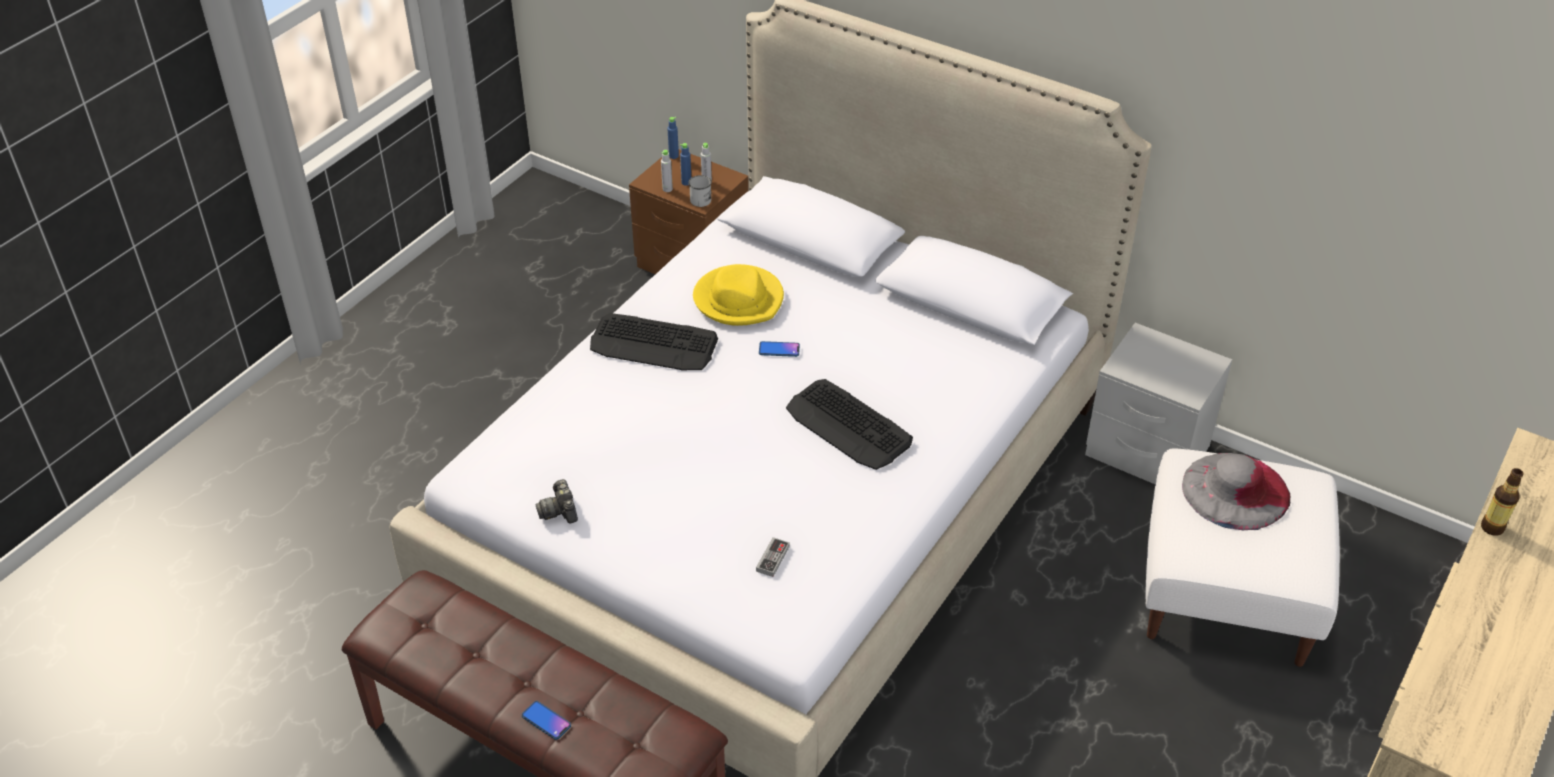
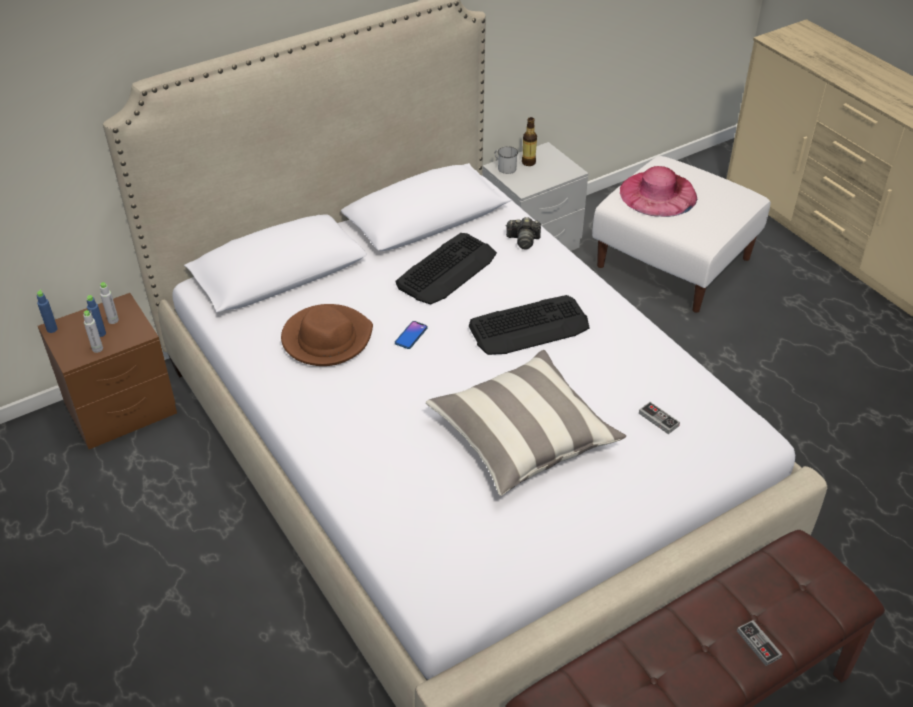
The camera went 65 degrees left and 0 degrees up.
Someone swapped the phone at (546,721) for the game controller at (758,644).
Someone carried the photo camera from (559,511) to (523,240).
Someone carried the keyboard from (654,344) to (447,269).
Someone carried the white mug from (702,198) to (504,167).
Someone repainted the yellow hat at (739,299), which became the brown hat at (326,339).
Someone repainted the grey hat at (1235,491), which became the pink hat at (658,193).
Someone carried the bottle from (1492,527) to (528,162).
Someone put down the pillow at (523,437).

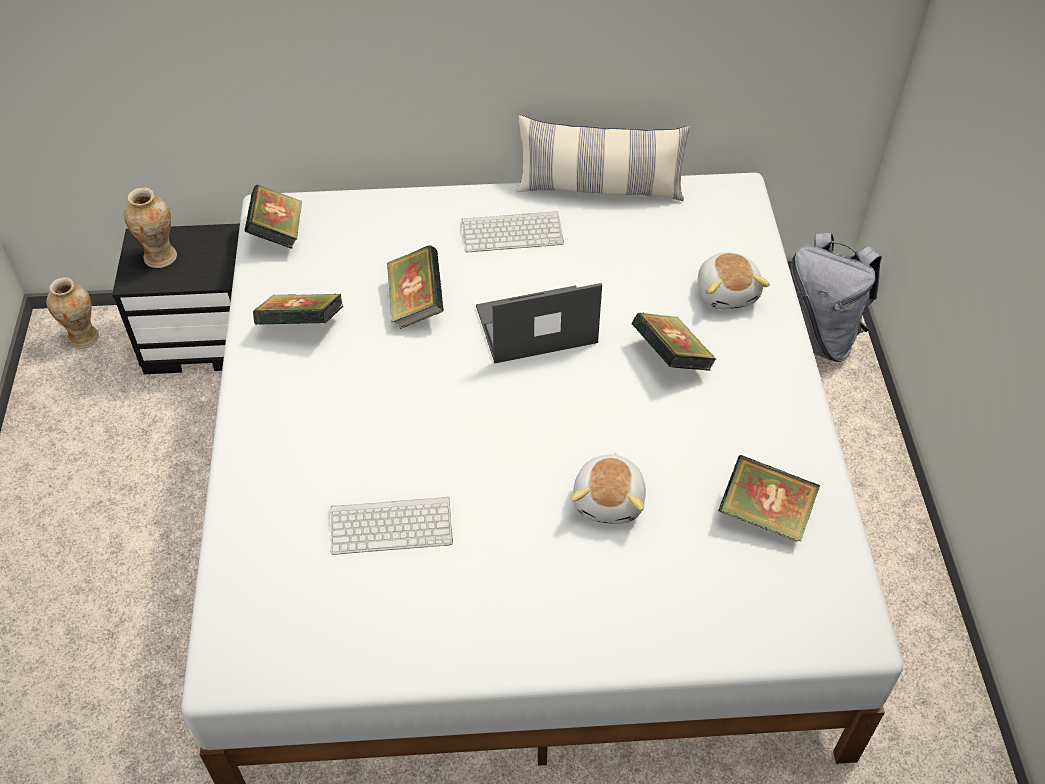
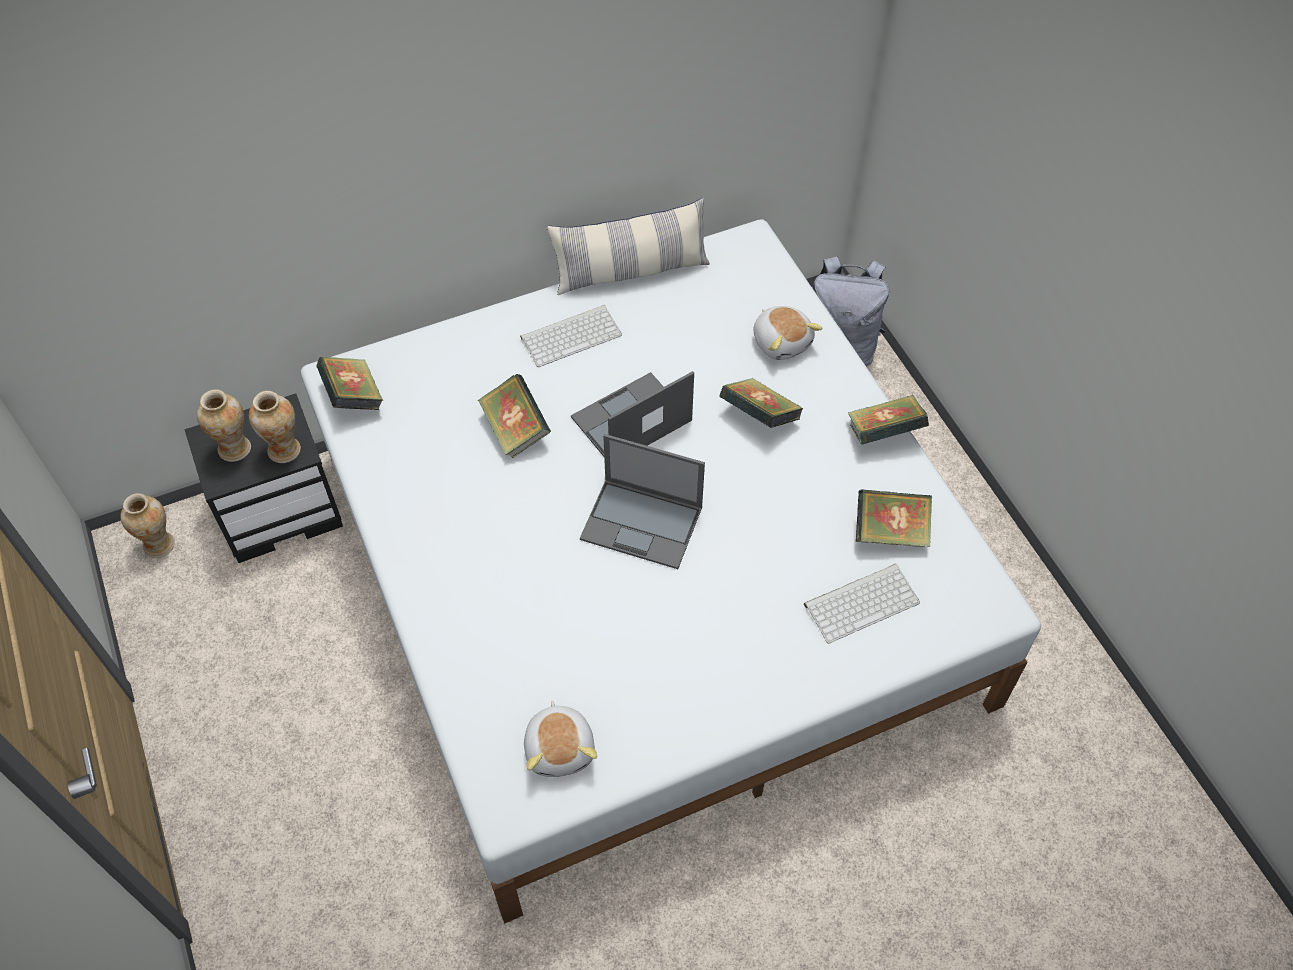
The camera went 20 degrees left and 5 degrees up.
Someone carried the book from (302,326) to (884,433).
Someone carried the keyboard from (393,524) to (862,601).
Someone carried the plush toy from (610,500) to (561,748).
Someone put down the vase at (285,450).
Someone put down the laptop at (643,523).

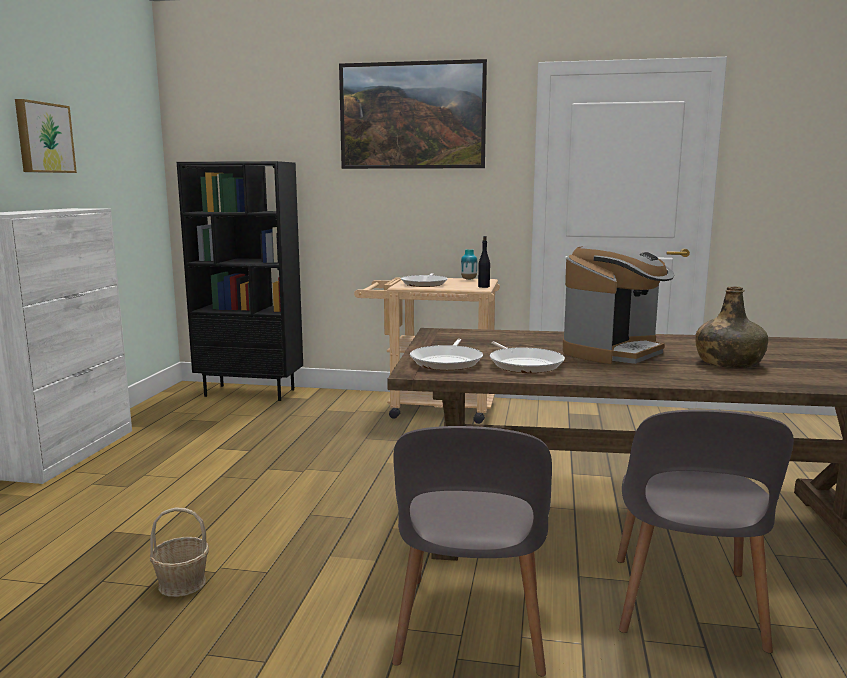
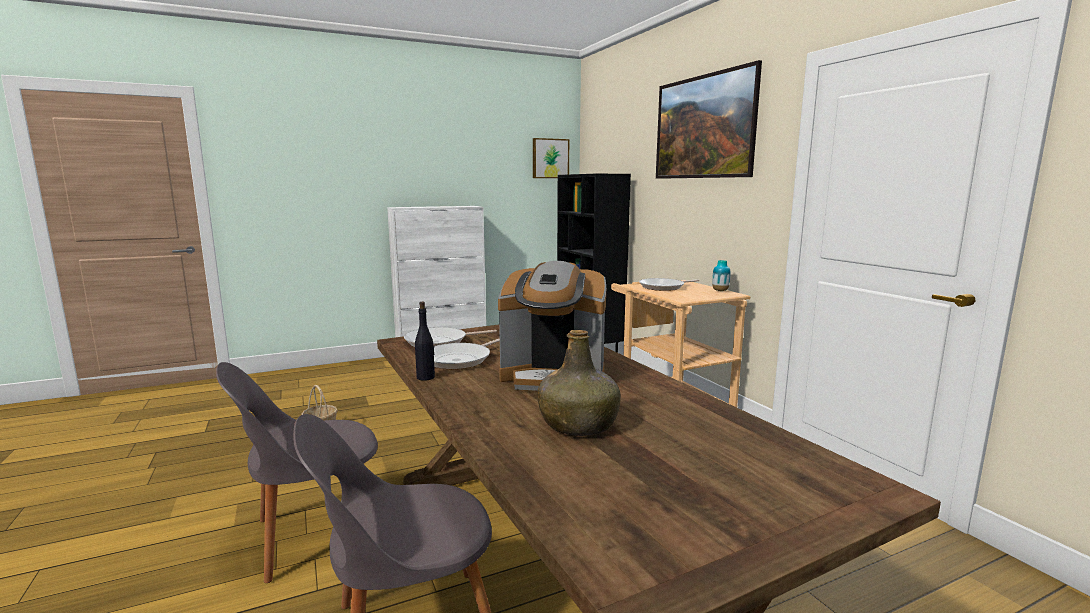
The camera went 55 degrees right and 0 degrees up.
Someone carried the picture from (43,138) to (550,158).
Someone carried the black bottle from (483,286) to (426,377).

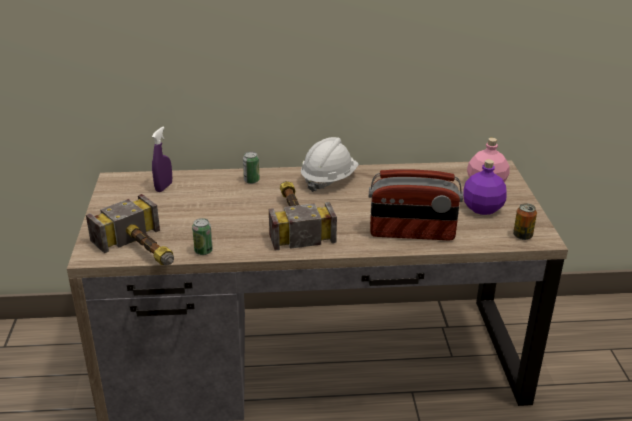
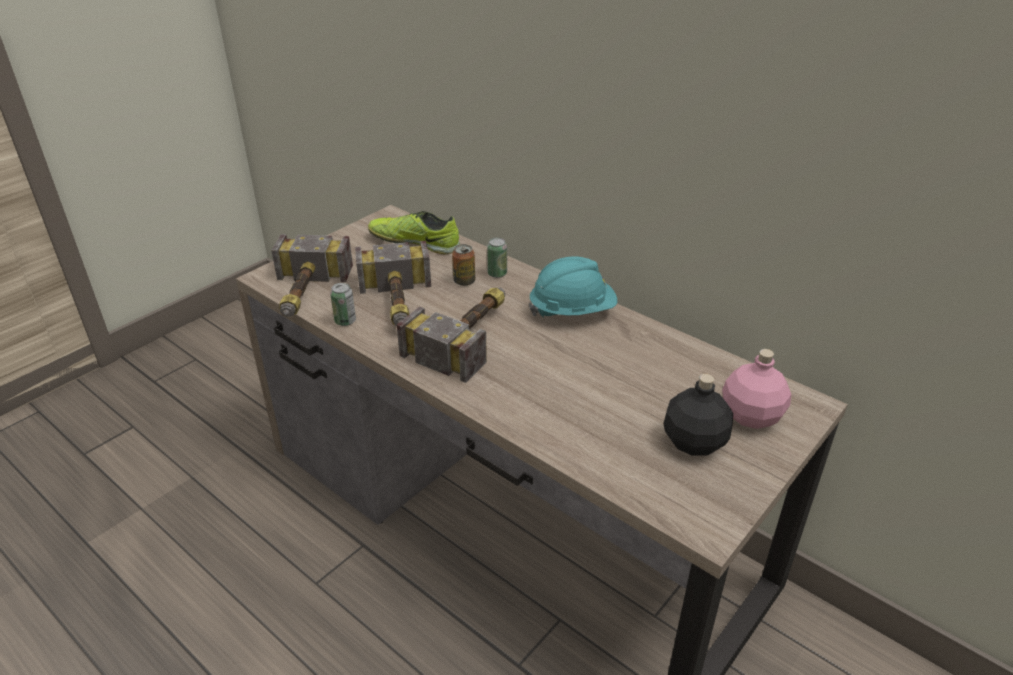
The camera went 45 degrees right and 5 degrees up.
Someone swapped the purple spray bottle at (164,187) for the shoe at (414,242).
Someone repainted the white hard hat at (328,180), which became the turquoise hard hat at (572,311).
Someone took away the radio at (412,233).
Someone repainted the purple bottle at (483,208), which became the black bottle at (694,443).
Someone carried the can from (522,236) to (464,281).
Someone put down the hammer at (397,304).

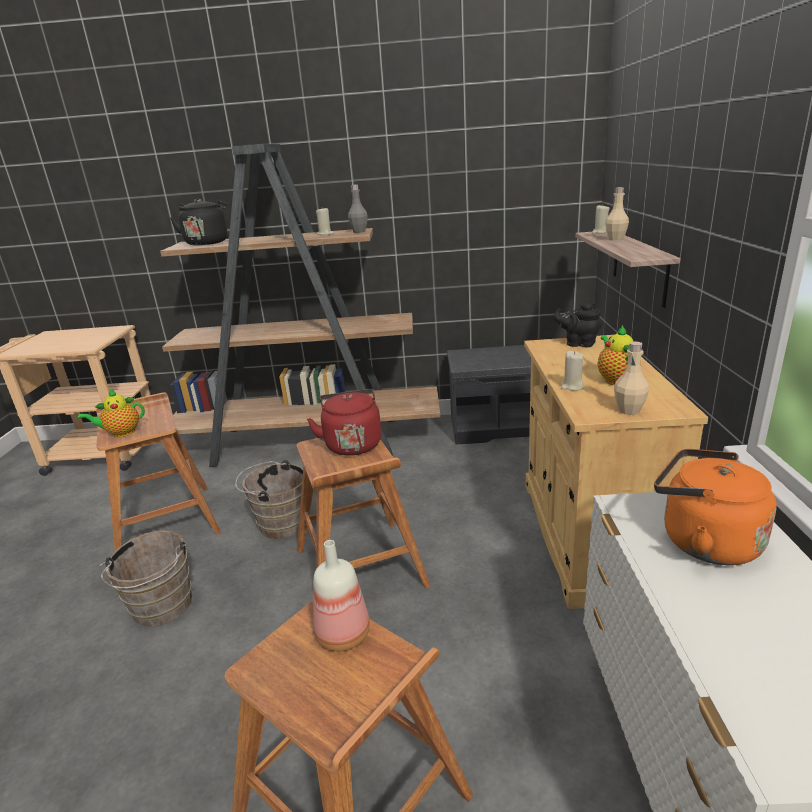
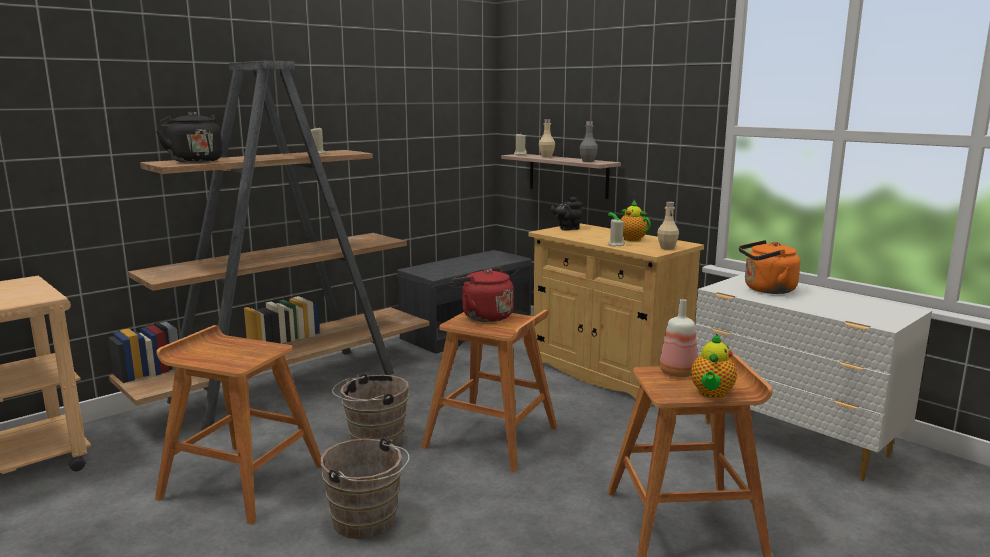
The camera went 45 degrees left and 10 degrees down.
Someone carried the teapot from (121,433) to (711,394).
Someone carried the grey bottle from (359,231) to (588,161).

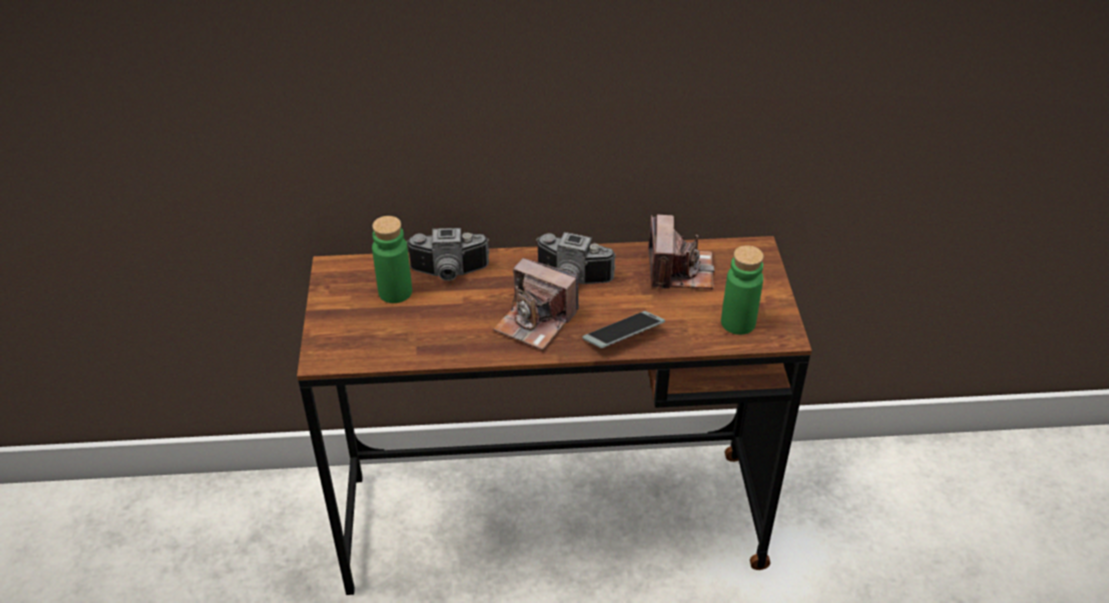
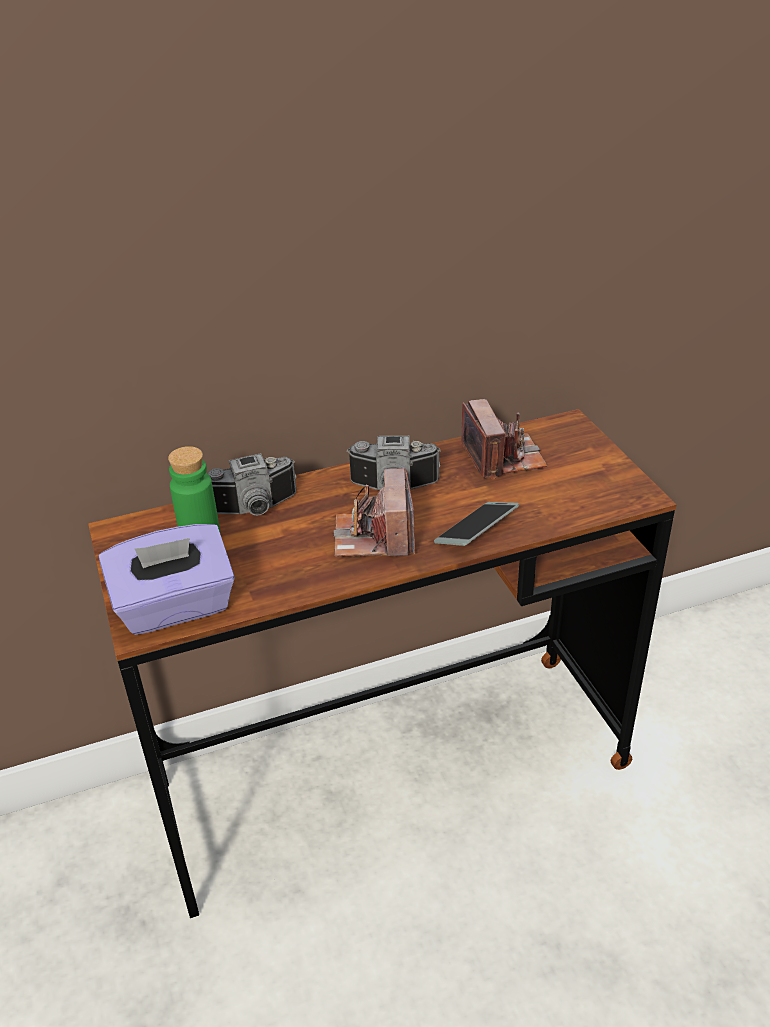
The camera went 15 degrees left and 5 degrees down.
Someone rotated the photo camera at (536,321) by 75 degrees clockwise.
Someone took away the green bottle at (738,323).
Someone put down the purple tissue box at (175,607).

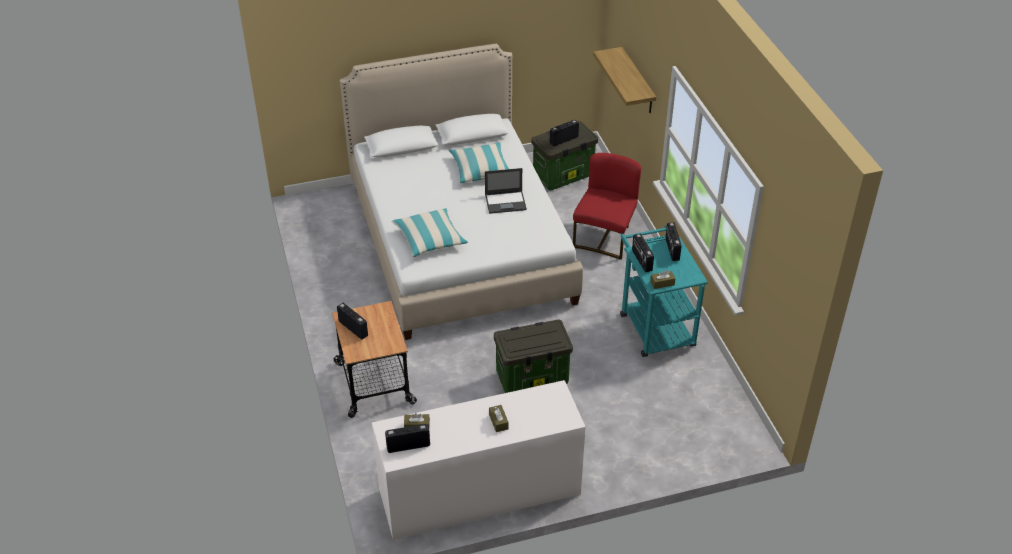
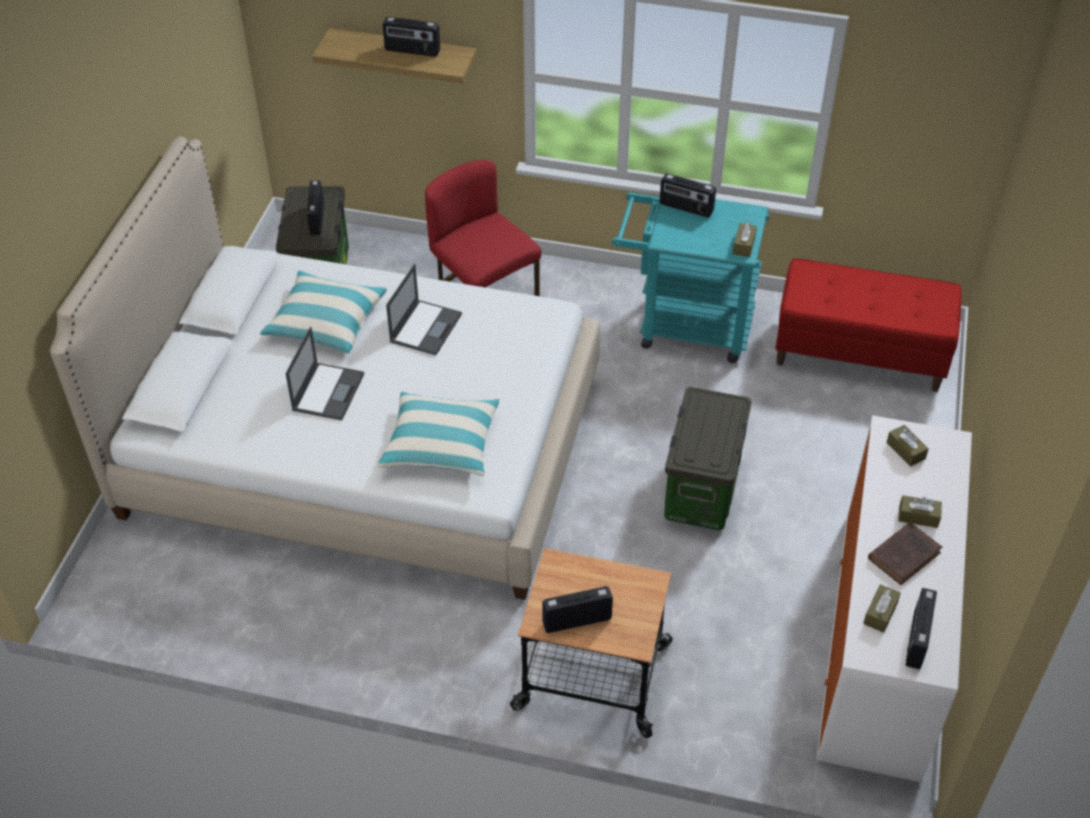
The camera went 60 degrees left and 5 degrees up.
Someone carried the radio from (641,261) to (412,51).
Someone put down the laptop at (328,391).
Someone put down the red bench at (860,353).
Someone put down the brown book at (905,555).
Someone put down the brown tissue box at (905,451).

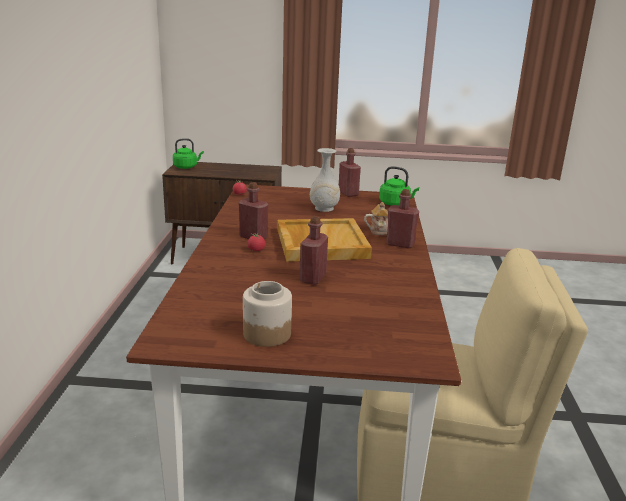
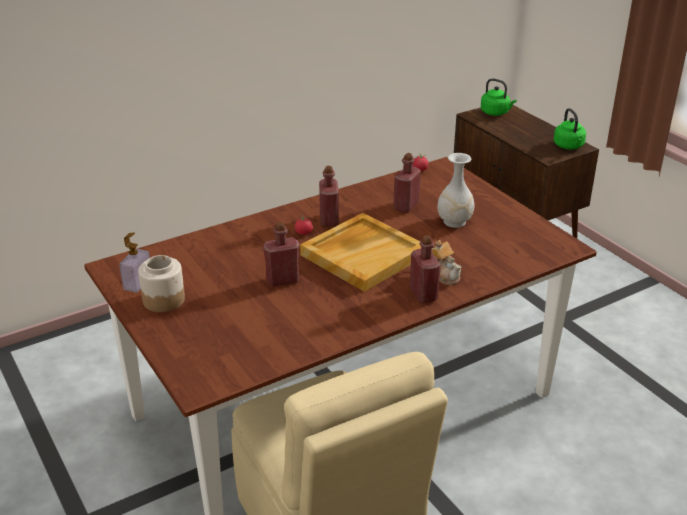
The camera went 55 degrees right and 10 degrees up.
Someone carried the red bottle from (348,193) to (406,206).
Someone carried the green kettle from (396,204) to (569,146).
Someone put down the soap dispenser at (138,283).

